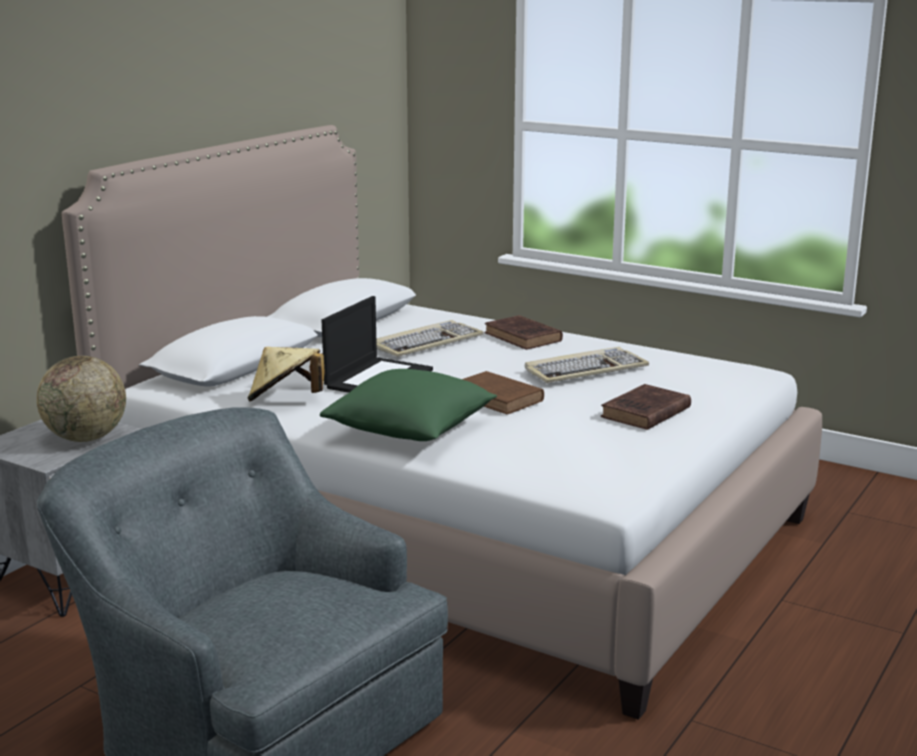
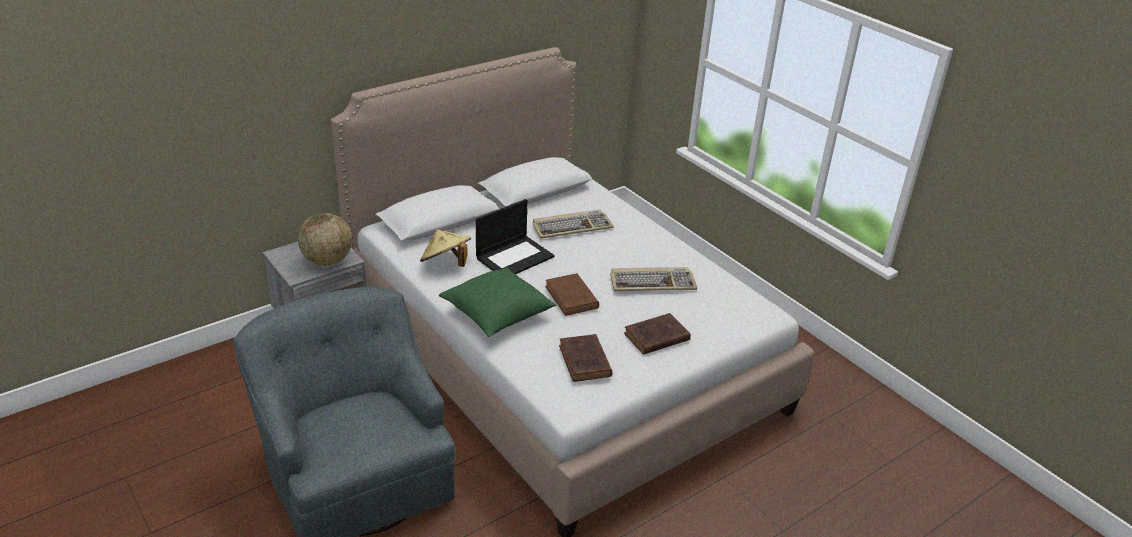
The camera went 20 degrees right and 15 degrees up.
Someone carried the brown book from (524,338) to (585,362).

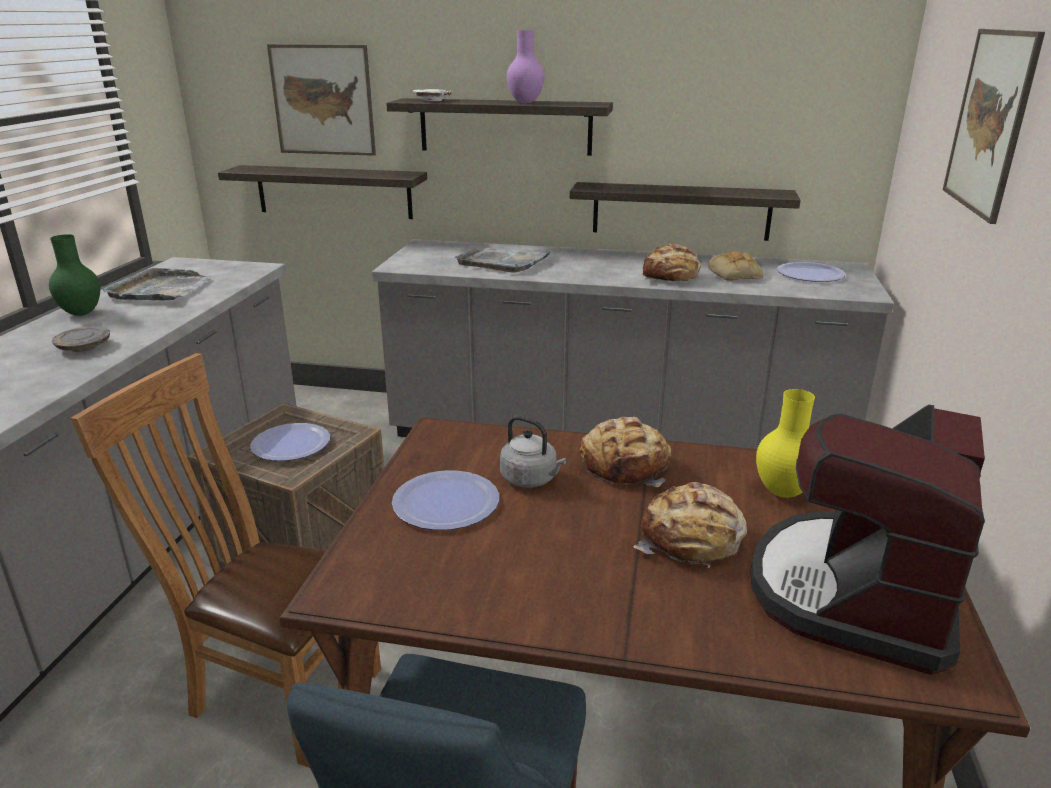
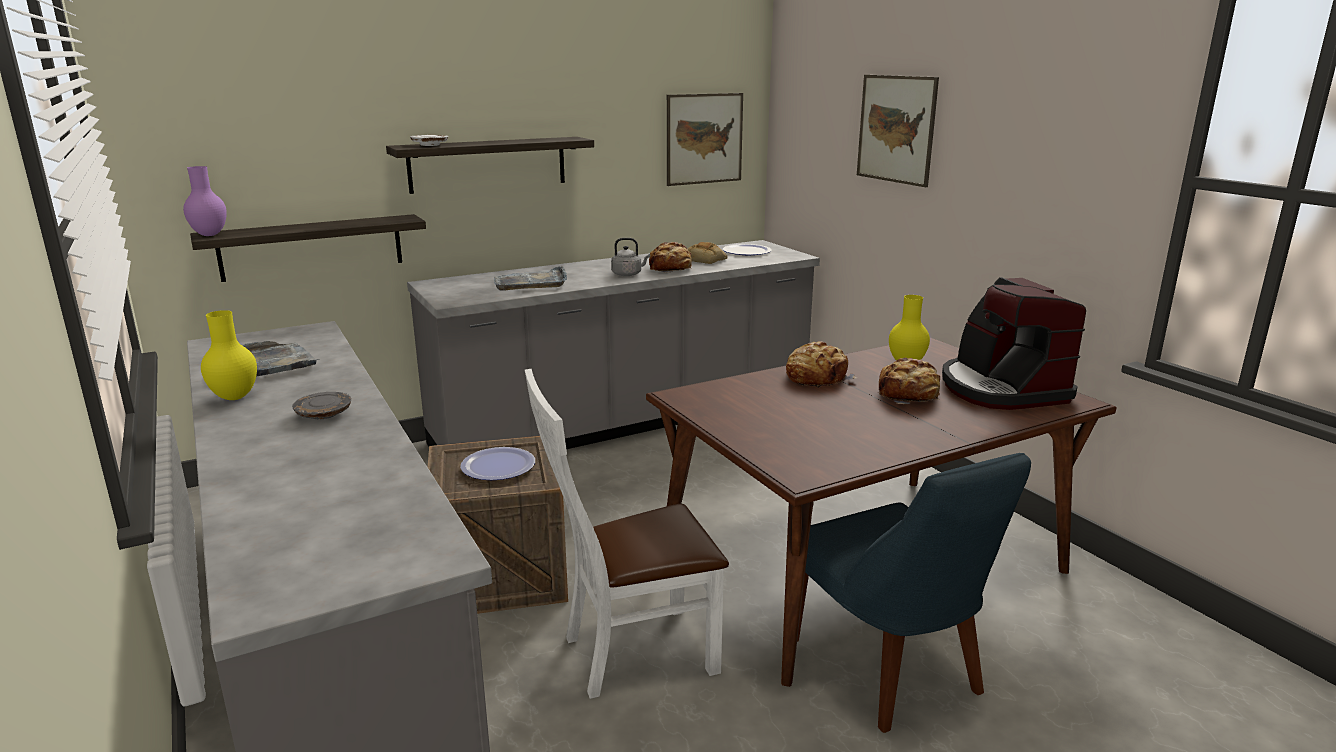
The camera went 40 degrees left and 5 degrees down.
Someone repainted the green vase at (82,313), which became the yellow vase at (234,397).
Someone repainted the brown chair at (276,691), which became the white chair at (630,653).
Someone carried the picture from (323,100) to (704,139).
Someone took away the plate at (445,502).
Someone carried the grey kettle from (531,479) to (628,274).
Someone carried the purple vase from (525,102) to (209,234).
Someone took away the shelf at (681,211).

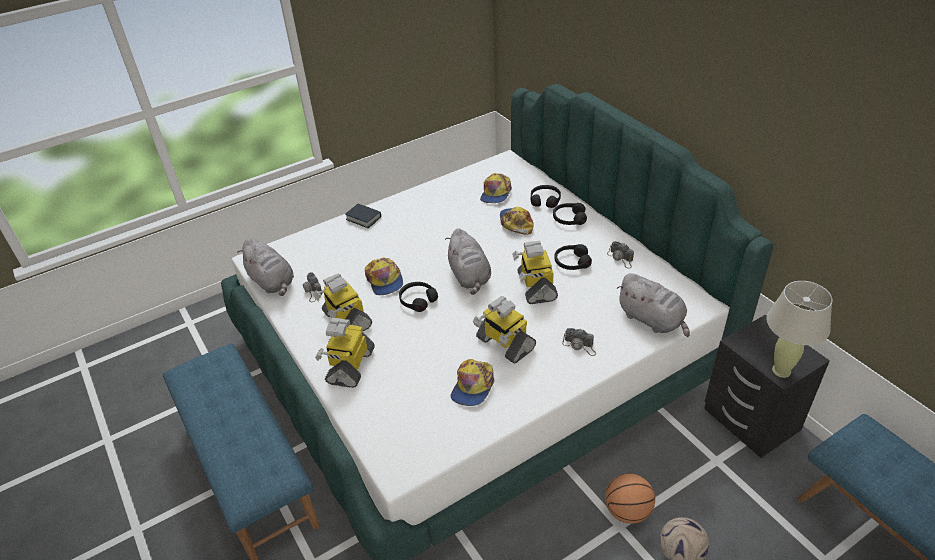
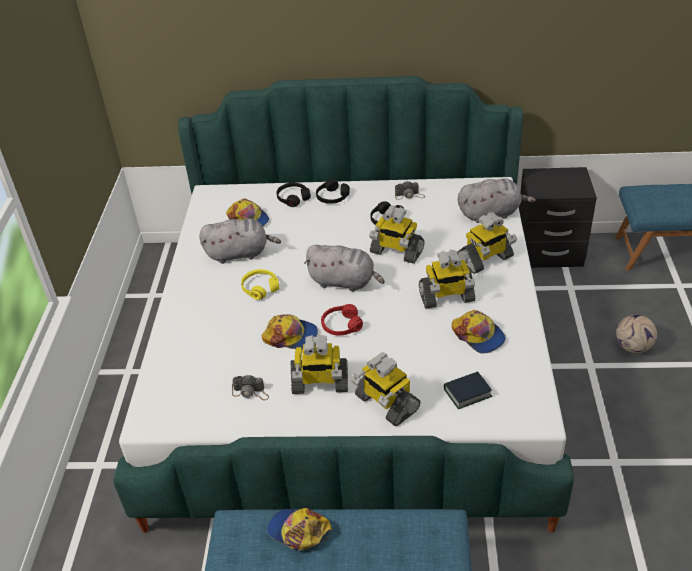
The camera went 55 degrees left and 0 degrees up.
Someone carried the grey plush toy from (272,282) to (240,253).
Someone carried the book from (363,218) to (467,393).
Someone repainted the black headphones at (417,300), which became the red headphones at (341,325).
Someone carried the cap from (516,223) to (298,531).
Someone swapped the photo camera at (580,346) for the toy robot at (485,259).
Someone took away the basketball at (627,511).
Someone took away the beige table lamp at (781,370).
Someone put down the yellow headphones at (260,288).

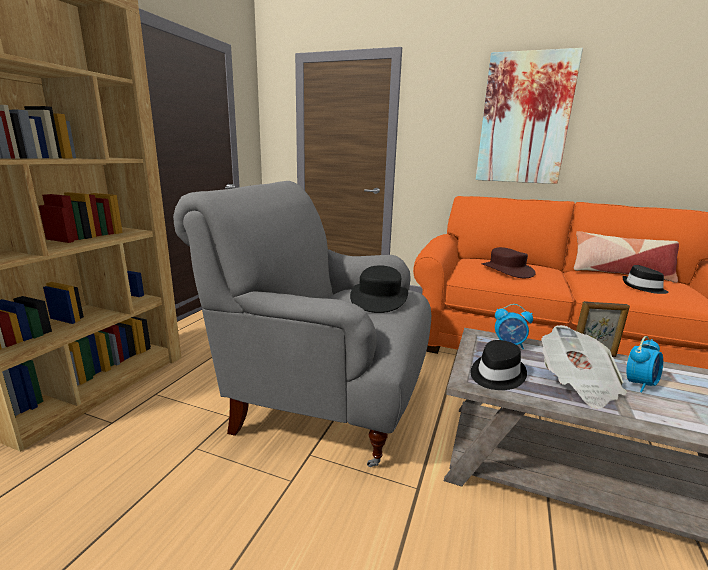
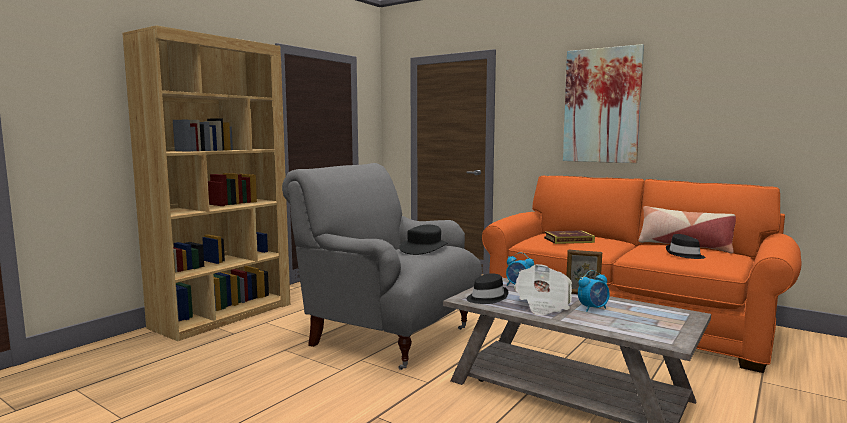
The camera went 15 degrees right and 10 degrees down.
Someone swapped the brown hat at (506,270) for the book at (568,240).

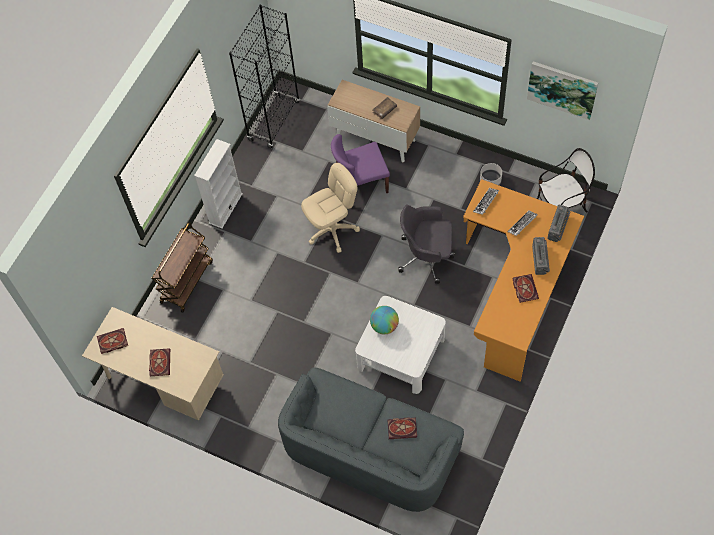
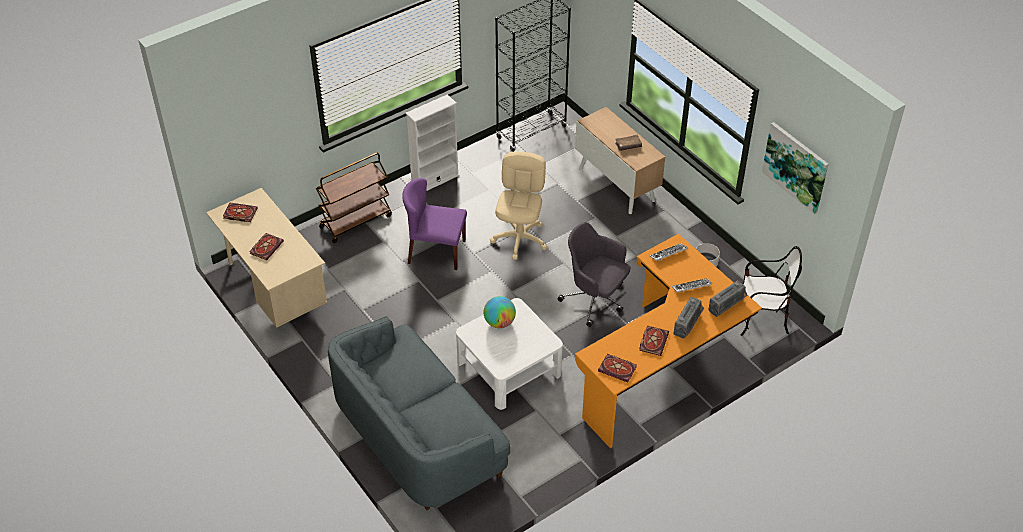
The camera went 25 degrees right and 15 degrees down.
Someone rotated the beige office chair at (332,230) by 75 degrees counterclockwise.
Someone carried the purple chair from (361,185) to (436,252).
Someone carried the book from (403,428) to (618,369).

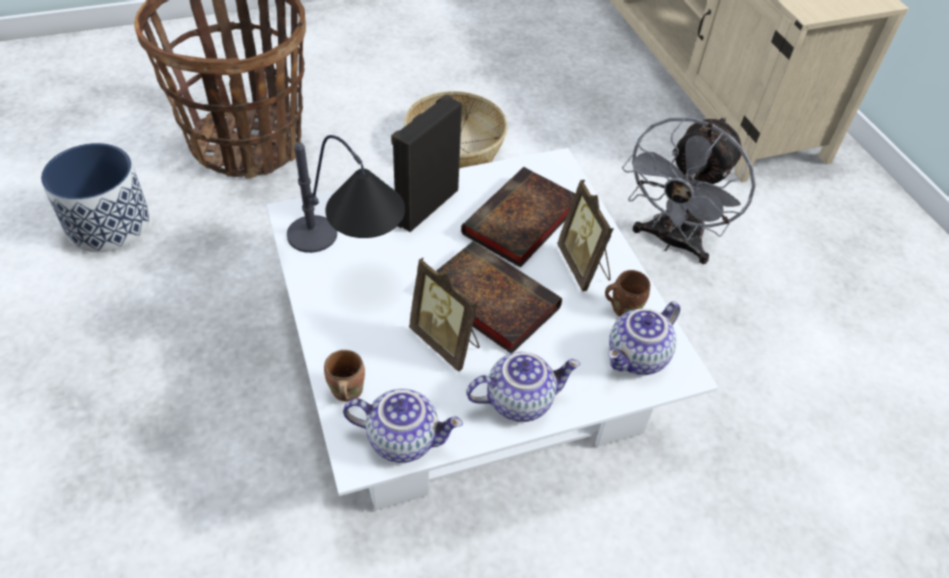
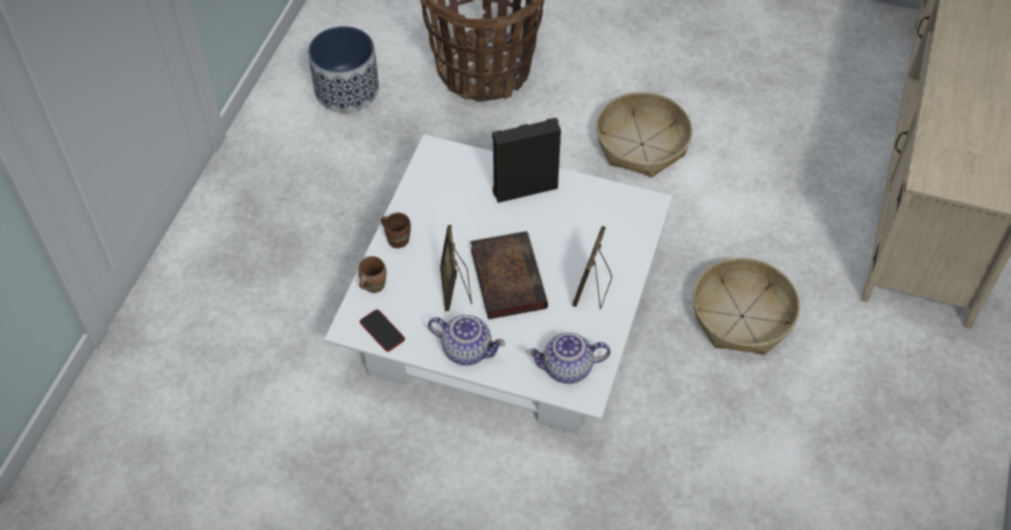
The camera went 40 degrees right and 5 degrees up.
Someone took away the table lamp at (348,259).
Someone swapped the teapot at (404,438) for the phone at (382,331).
Someone took away the book at (520,223).
Someone carried the brown mug from (623,307) to (398,239).
Someone swapped the grey fan at (671,242) for the basket at (742,316).

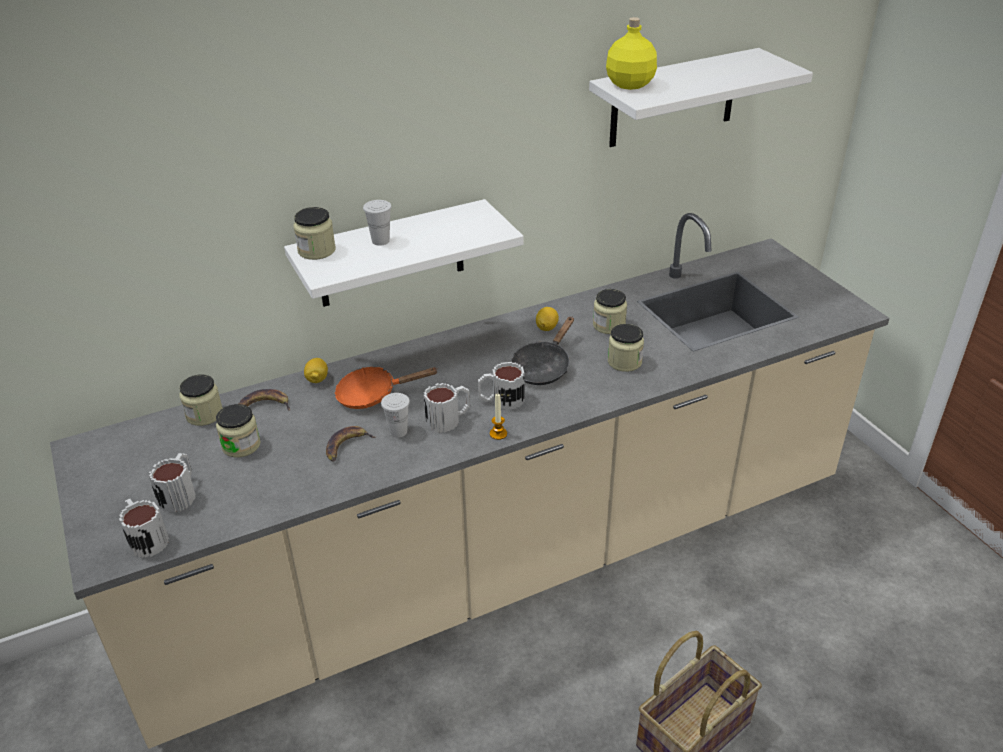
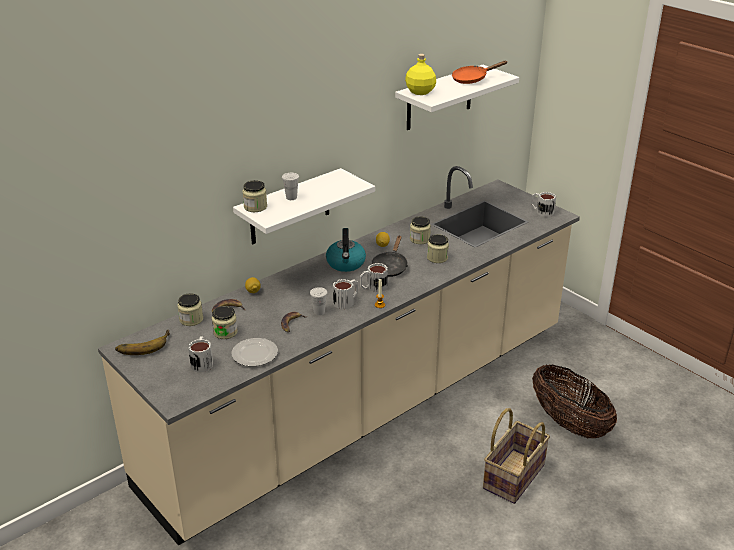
The camera went 15 degrees left and 5 degrees down.
Someone carried the mug from (145,538) to (541,211).
Someone carried the orange frying pan from (373,394) to (472,79).
Someone put down the banana at (143,345).
Someone put down the plate at (255,354).
Someone put down the kettle at (346,264).
Someone put down the basket at (569,423).

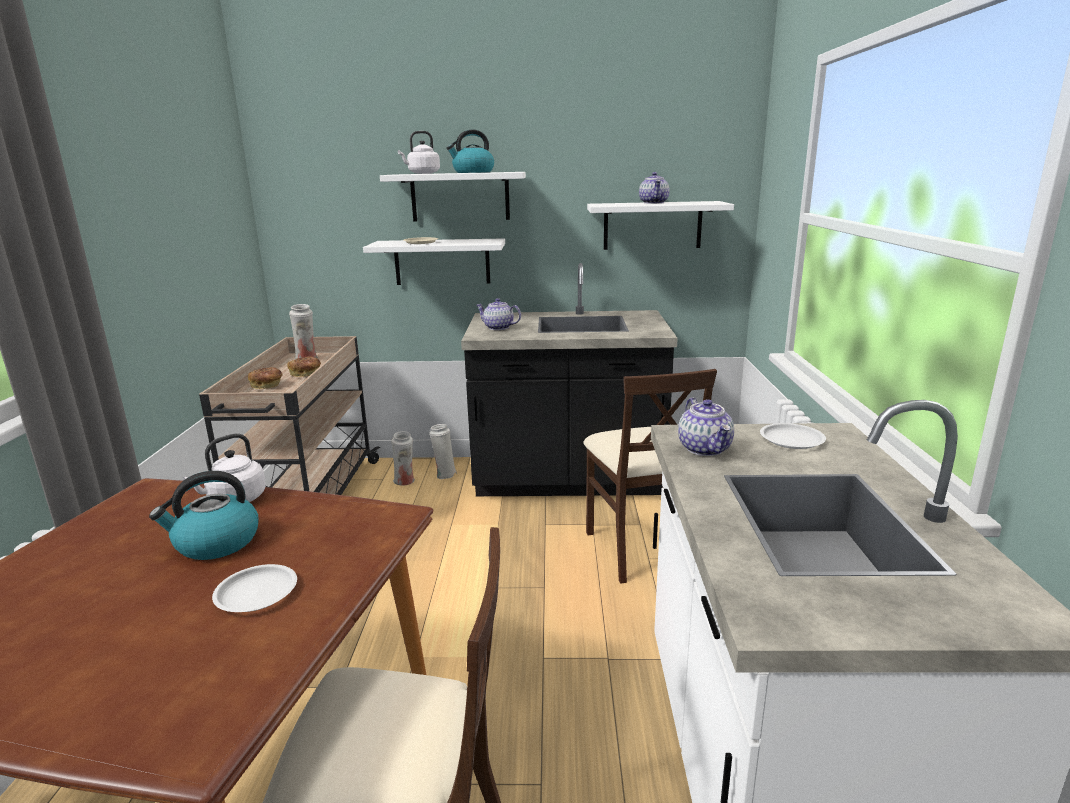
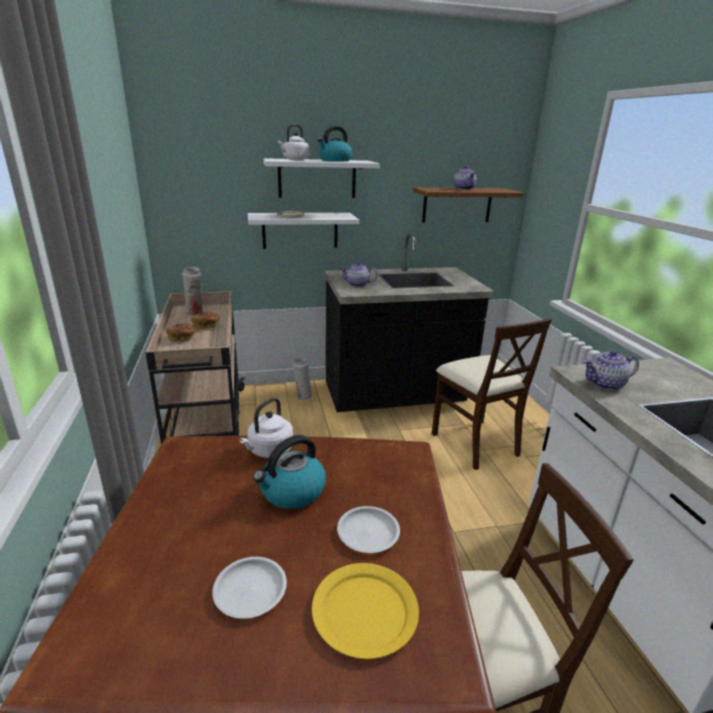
The camera went 15 degrees left and 5 degrees up.
Someone took away the white vase at (405,482).
Someone repainted the white shelf at (652,225), which became the brown shelf at (457,205).
Someone rotated the teapot at (705,449) by 105 degrees clockwise.
Someone carried the white plate from (792,440) to (251,590).
Someone put down the yellow plate at (365,611).

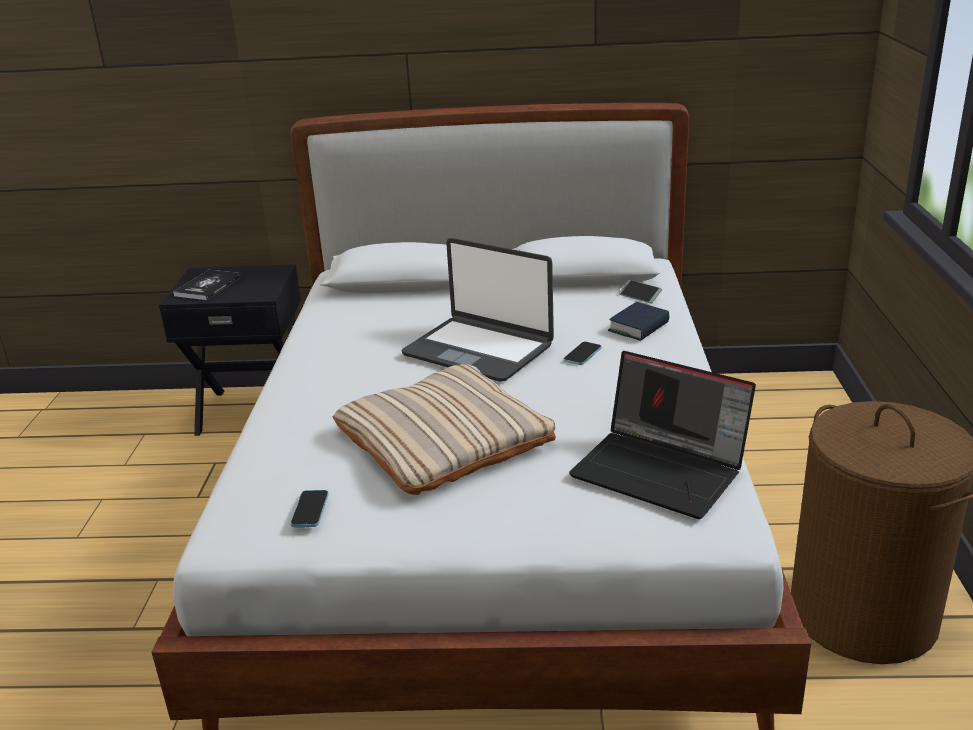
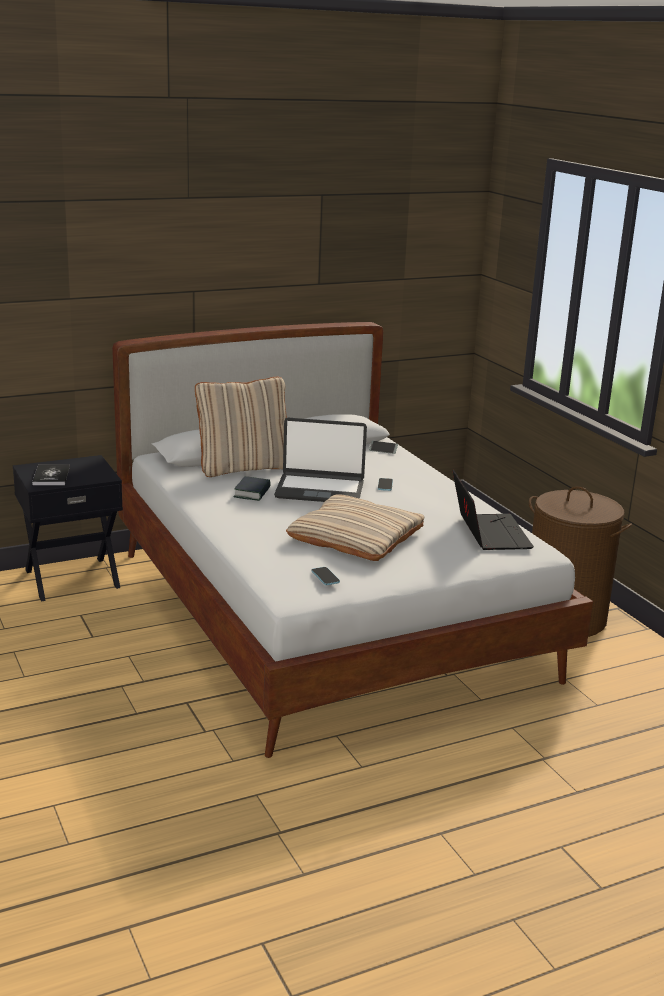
The camera went 30 degrees left and 5 degrees down.
Someone rotated the laptop at (662,470) by 105 degrees counterclockwise.
Someone carried the book from (639,327) to (252,493).
Someone put down the beige pillow at (243,467).

